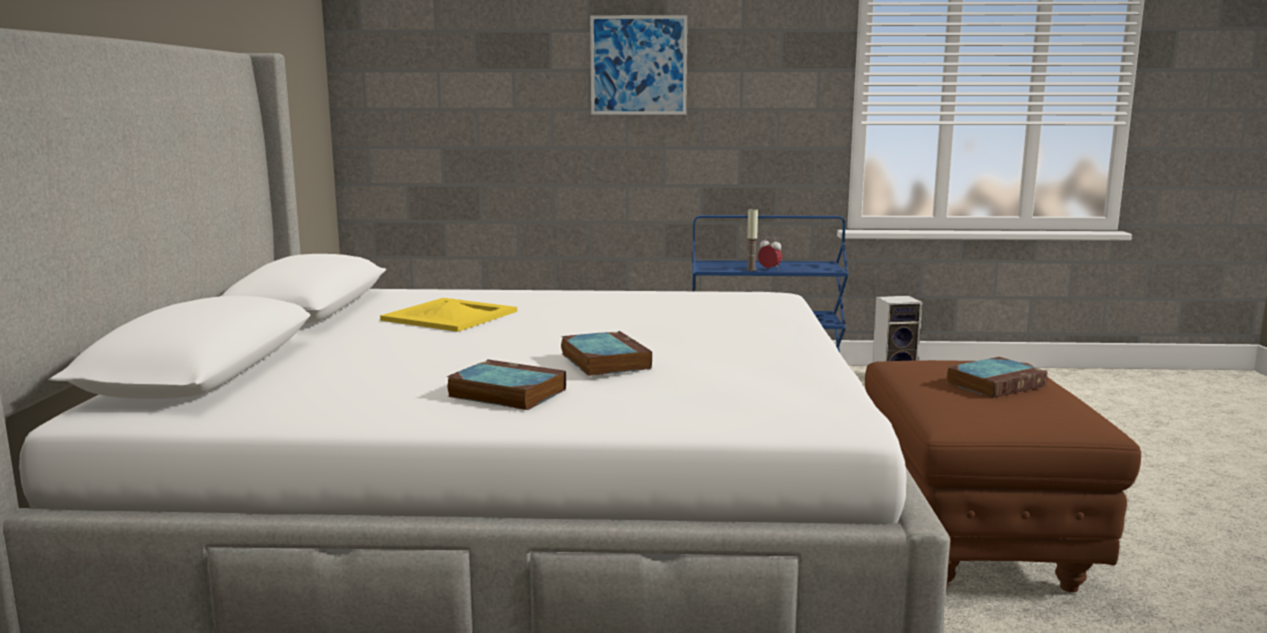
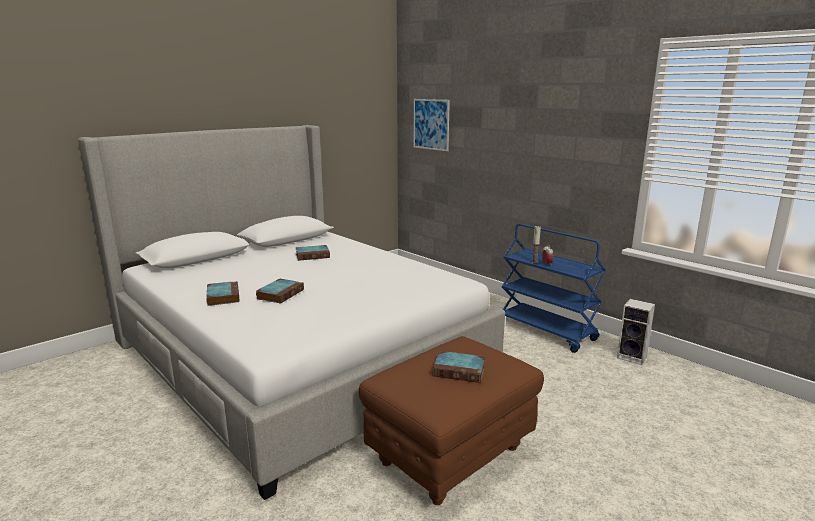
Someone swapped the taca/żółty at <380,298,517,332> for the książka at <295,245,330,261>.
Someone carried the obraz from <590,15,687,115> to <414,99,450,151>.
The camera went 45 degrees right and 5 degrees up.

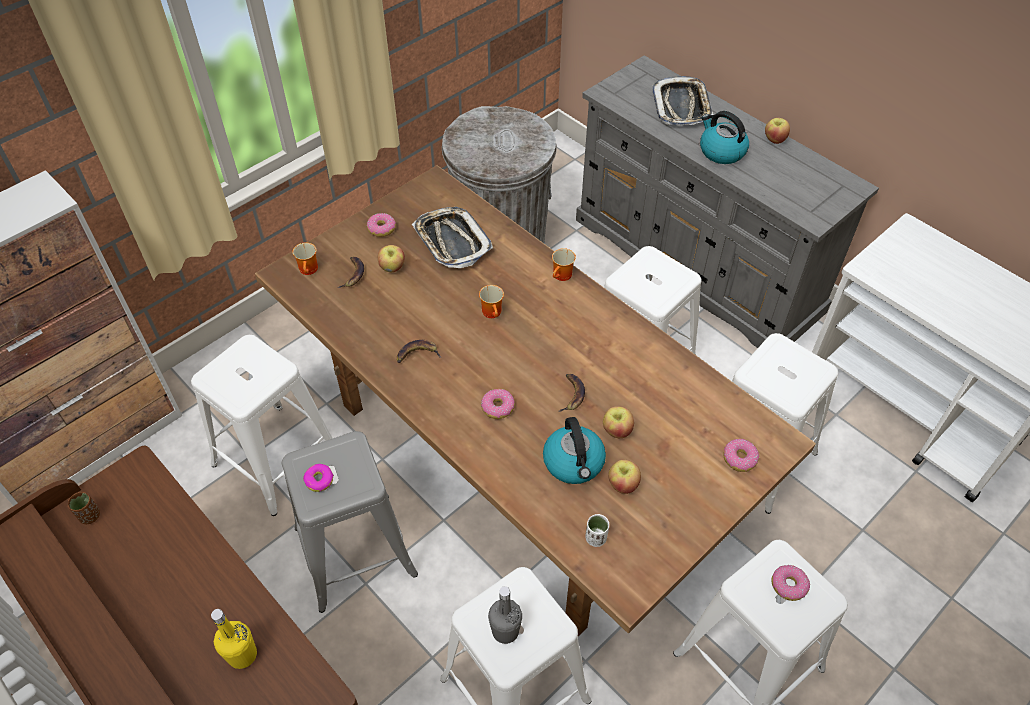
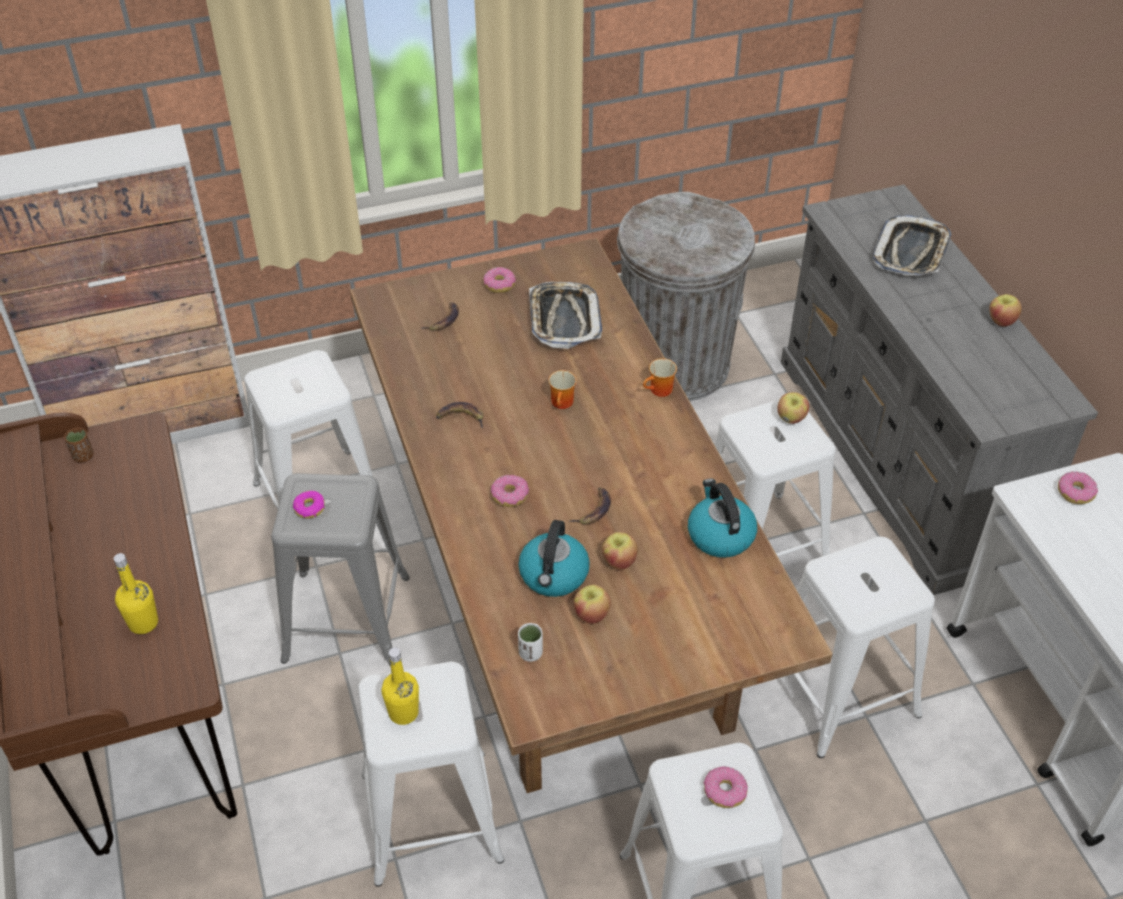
Someone took away the kubek at <292,243,318,275>.
Someone carried the jabłko from <378,245,405,272> to <777,392,809,424>.
Someone repainted the butelka/szary at <488,586,522,644>, which became the butelka/żółty at <381,647,419,725>.
Someone carried the czajnik from <700,111,749,164> to <688,479,757,558>.
Someone carried the donut from <724,439,759,472> to <1058,472,1098,504>.
The camera went 25 degrees right and 5 degrees down.

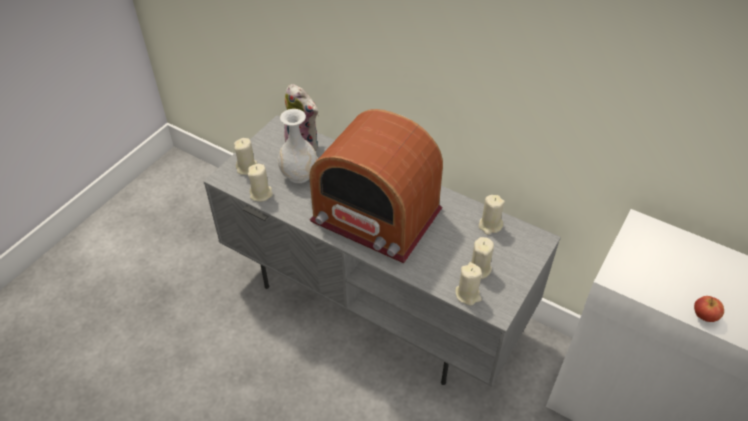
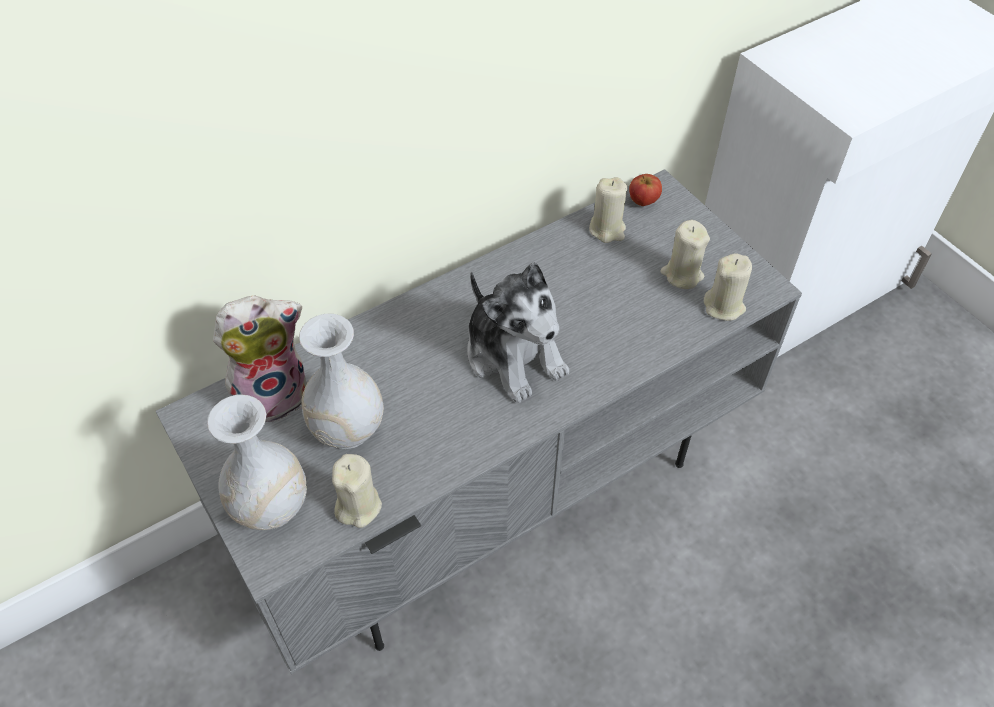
Someone swapped the świeca/beżowy at <234,138,257,175> for the wazon/biały at <207,395,307,530>.
Someone swapped the radio at <310,109,443,263> for the pluszak at <467,262,569,403>.
Someone carried the jabłko from <694,296,724,322> to <629,174,662,206>.
The camera went 65 degrees left and 5 degrees up.

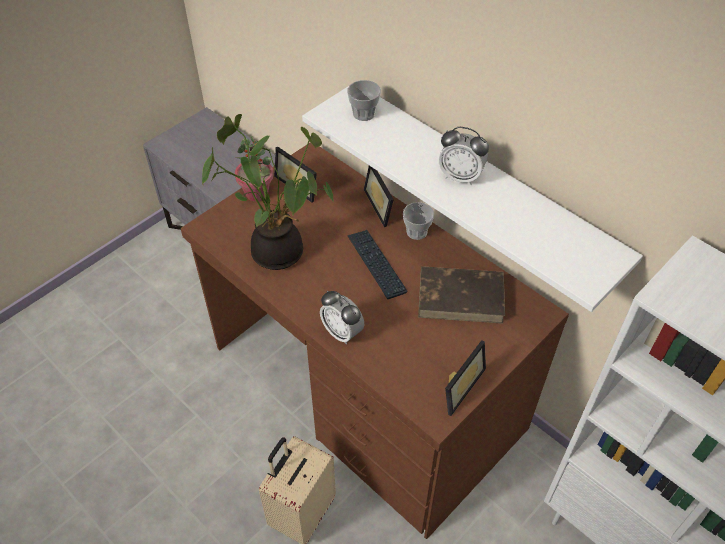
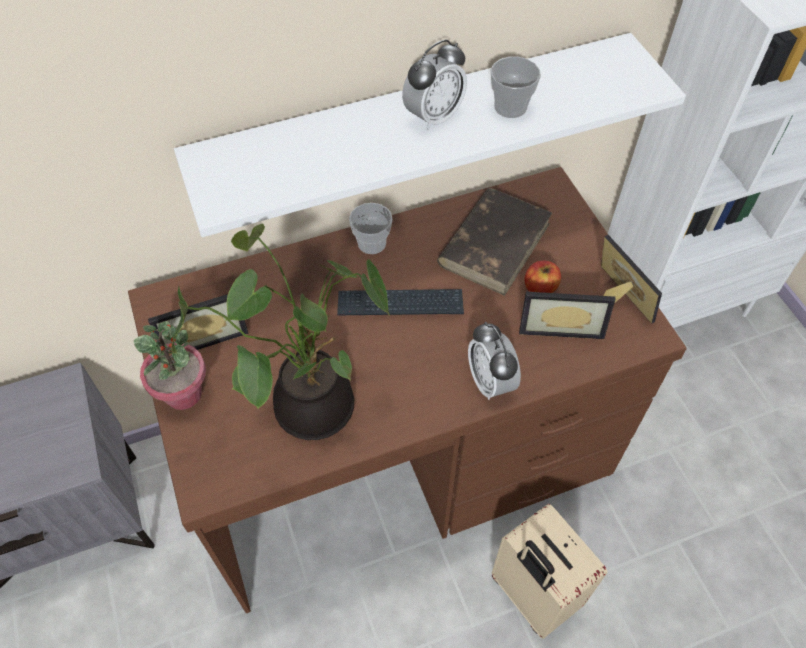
Someone rotated the budzik at <320,291,364,344> by 90 degrees clockwise.
Someone carried the filiżanka from <347,80,381,121> to <491,57,541,118>.
Someone carried the ramka na zdjęcie from <364,166,394,227> to <519,292,616,339>.
Someone put down the jabłko at <524,261,561,293>.
The camera went 65 degrees left and 5 degrees up.

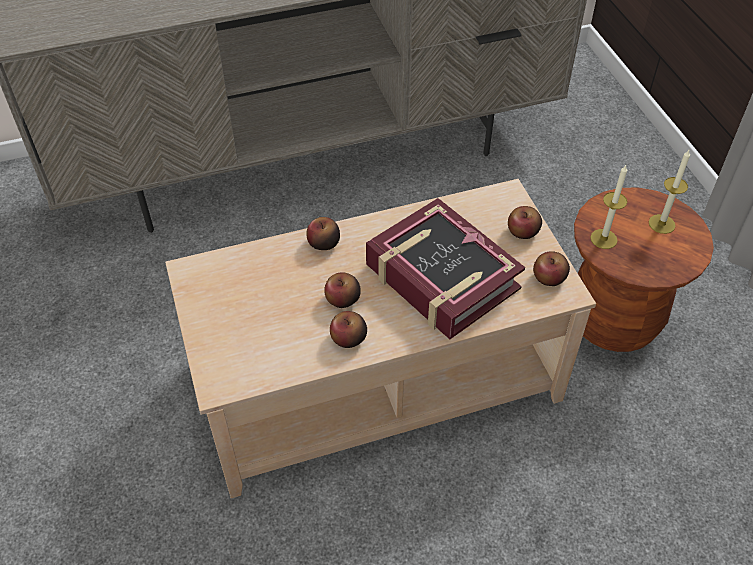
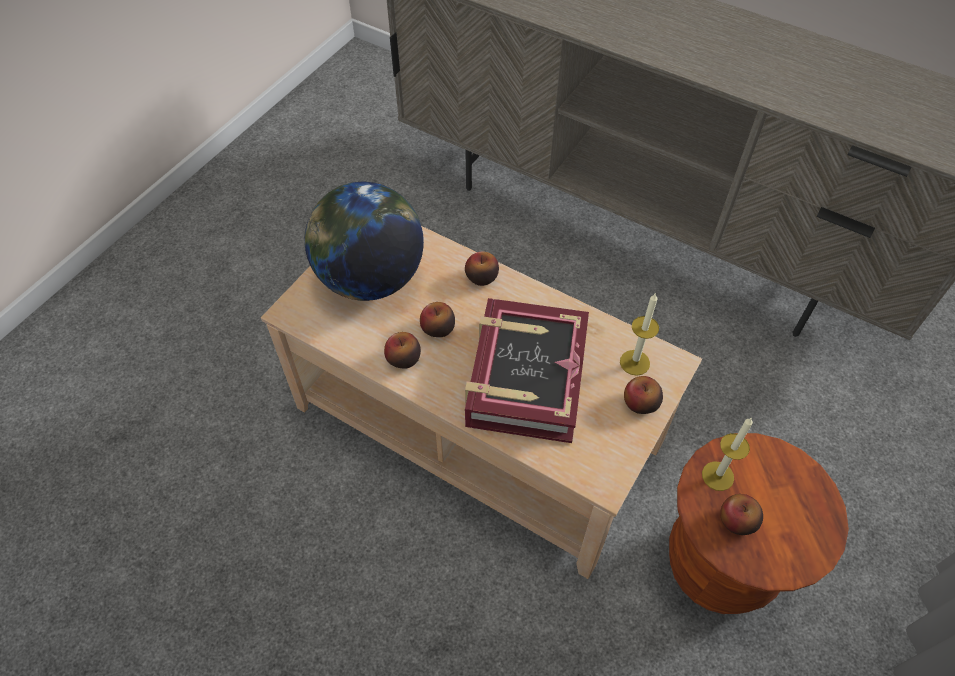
Someone carried the jabłko from <533,251,570,286> to <720,494,763,535>.
Someone carried the świeca from <649,150,690,234> to <620,293,659,376>.
Someone put down the globus at <305,182,424,301>.
The camera went 50 degrees right and 5 degrees up.

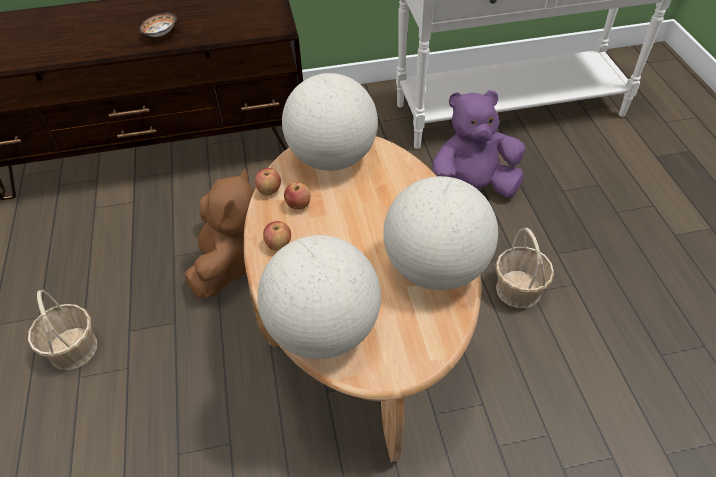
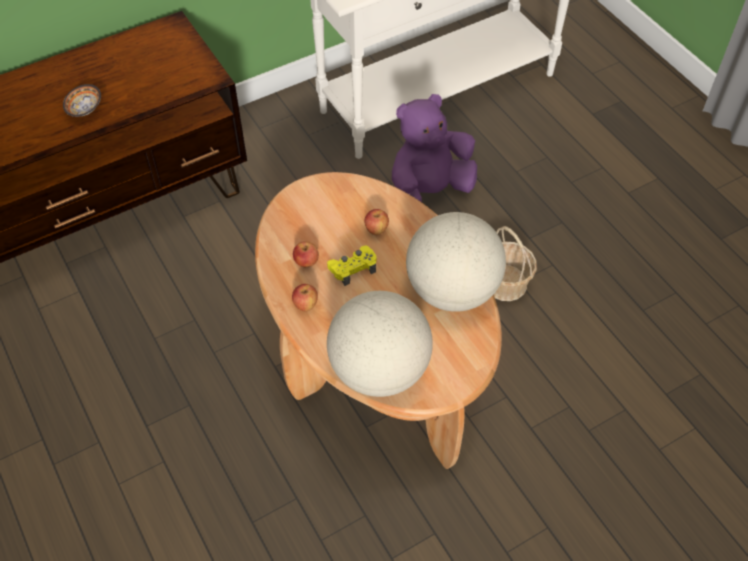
Someone took away the koszyk at <28,290,97,370>.
Someone took away the pluszak/brązowy at <185,169,254,298>.
Someone carried the jabłko from <255,168,281,196> to <364,209,389,235>.
Someone took away the globus at <282,73,378,171>.
Someone put down the pad do gier/żółty at <327,246,376,286>.
The camera went 20 degrees left and 5 degrees up.

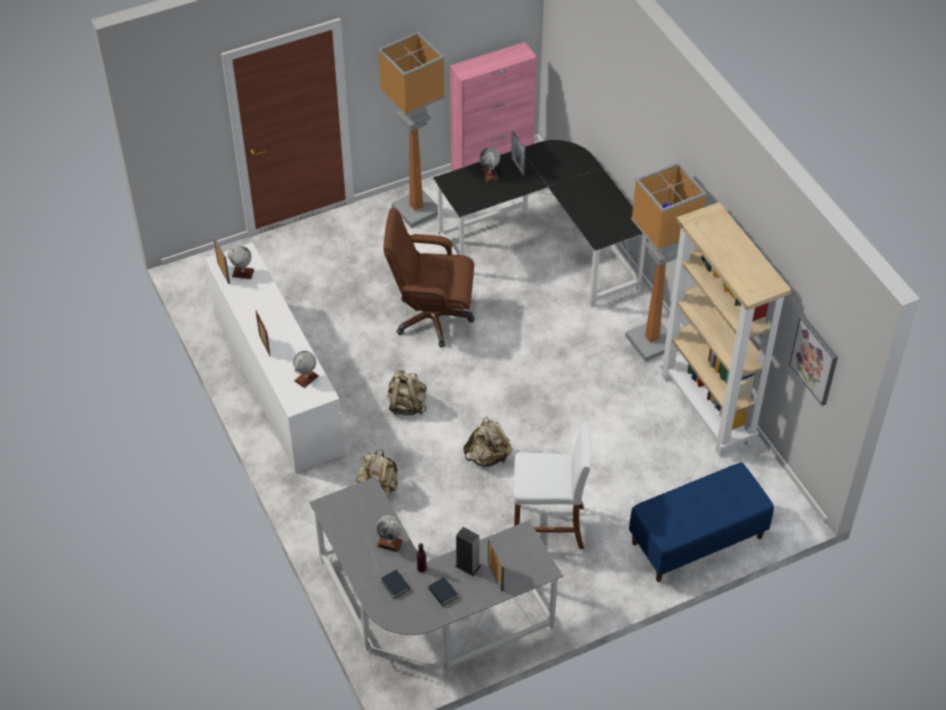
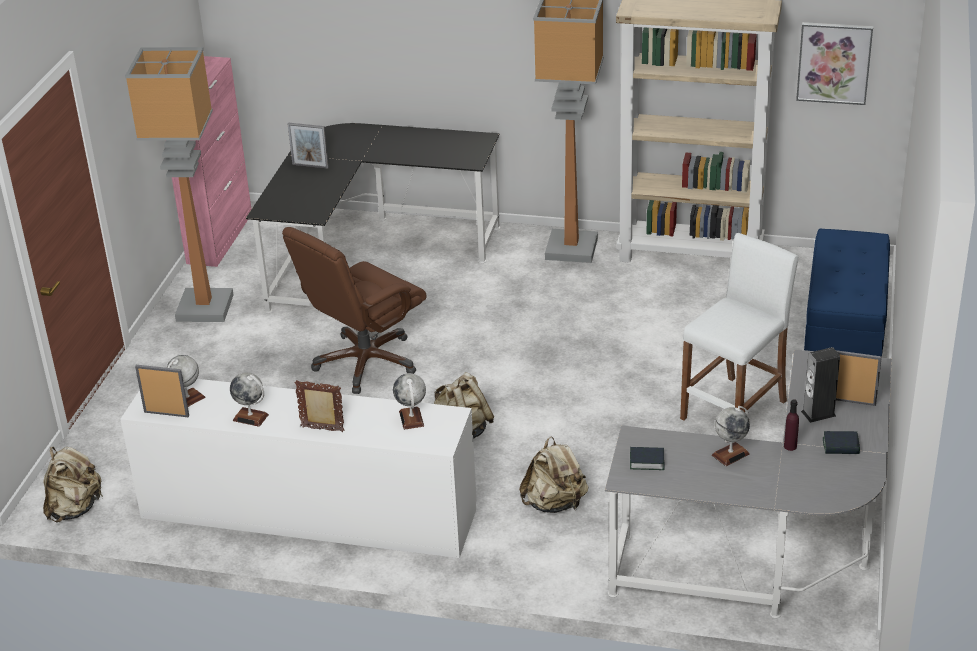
Someone carried the książka from <381,570,410,599> to <630,447,664,470>.
Someone carried the plecak/beżowy from <463,417,512,467> to <43,447,103,523>.
Someone carried the globus from <480,147,500,182> to <230,372,269,427>.
The camera went 50 degrees left and 15 degrees down.

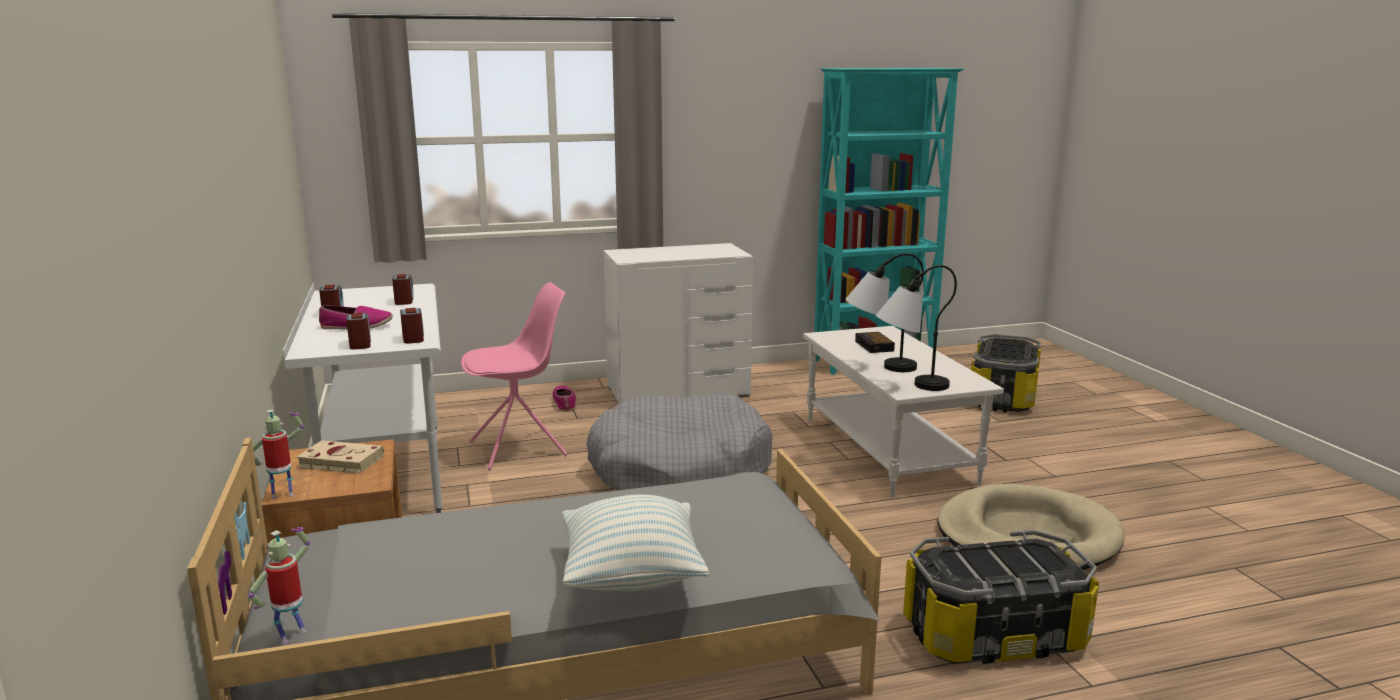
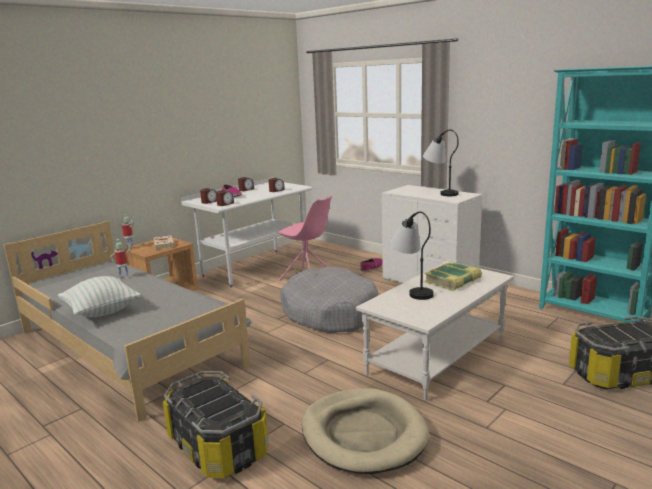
Someone carried the robot zabawkowy from <248,527,310,643> to <110,239,132,278>.
Someone swapped the budzik at <855,332,895,353> for the książka at <424,262,482,291>.
Someone carried the lampa stołowa from <876,265,957,391> to <423,130,459,196>.
The camera went 60 degrees right and 0 degrees up.

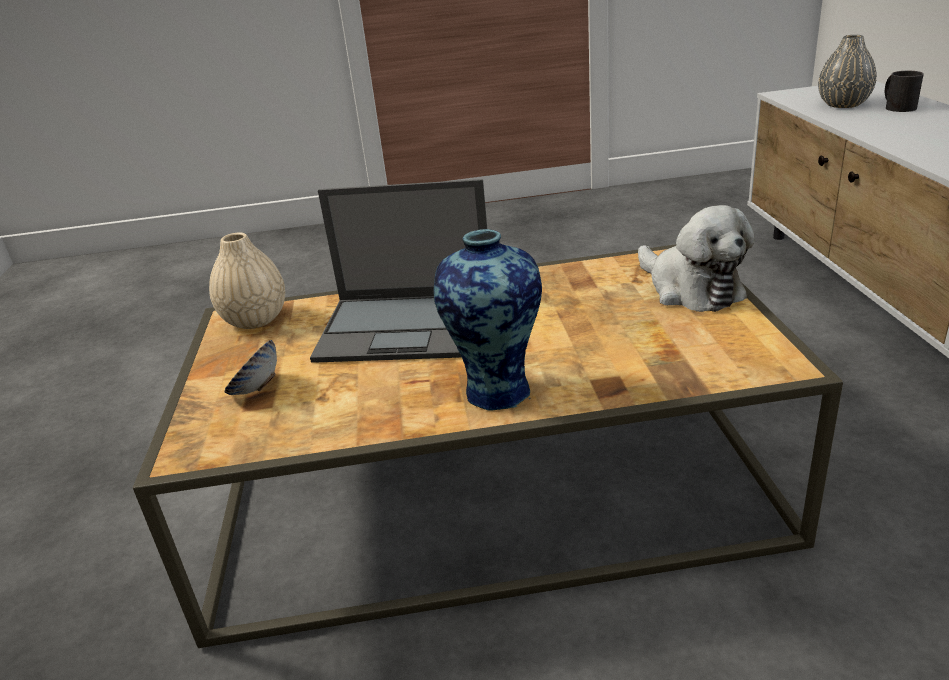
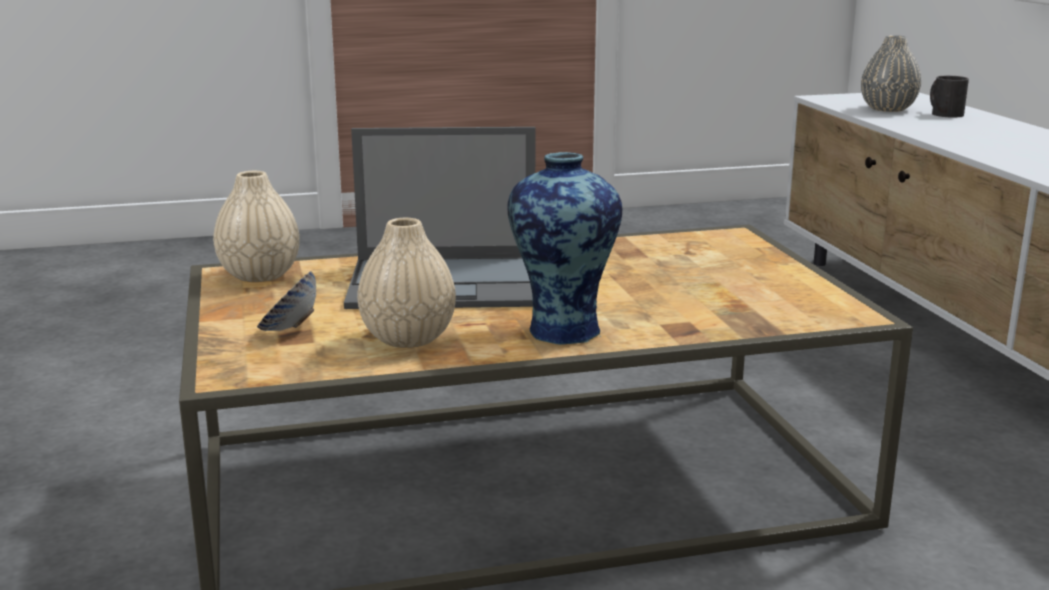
Someone took away the pluszak at <638,205,755,312>.
Someone put down the wazon/beżowy at <357,218,456,348>.
The camera went 10 degrees left and 10 degrees down.

